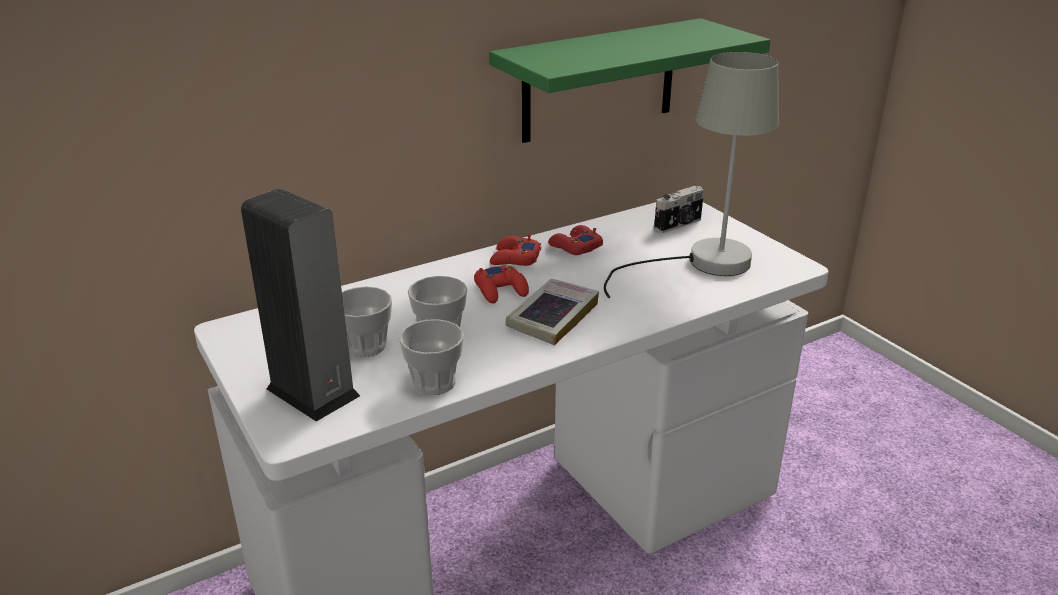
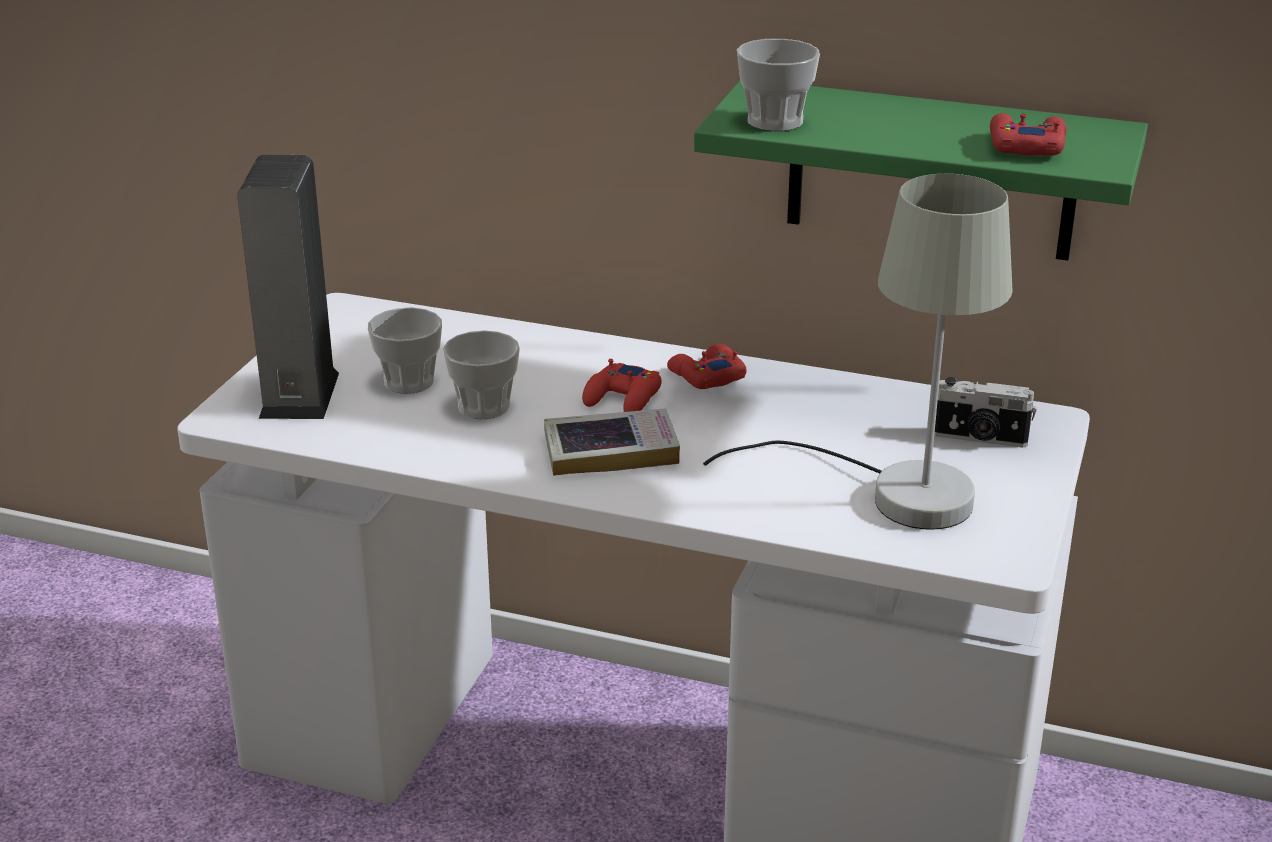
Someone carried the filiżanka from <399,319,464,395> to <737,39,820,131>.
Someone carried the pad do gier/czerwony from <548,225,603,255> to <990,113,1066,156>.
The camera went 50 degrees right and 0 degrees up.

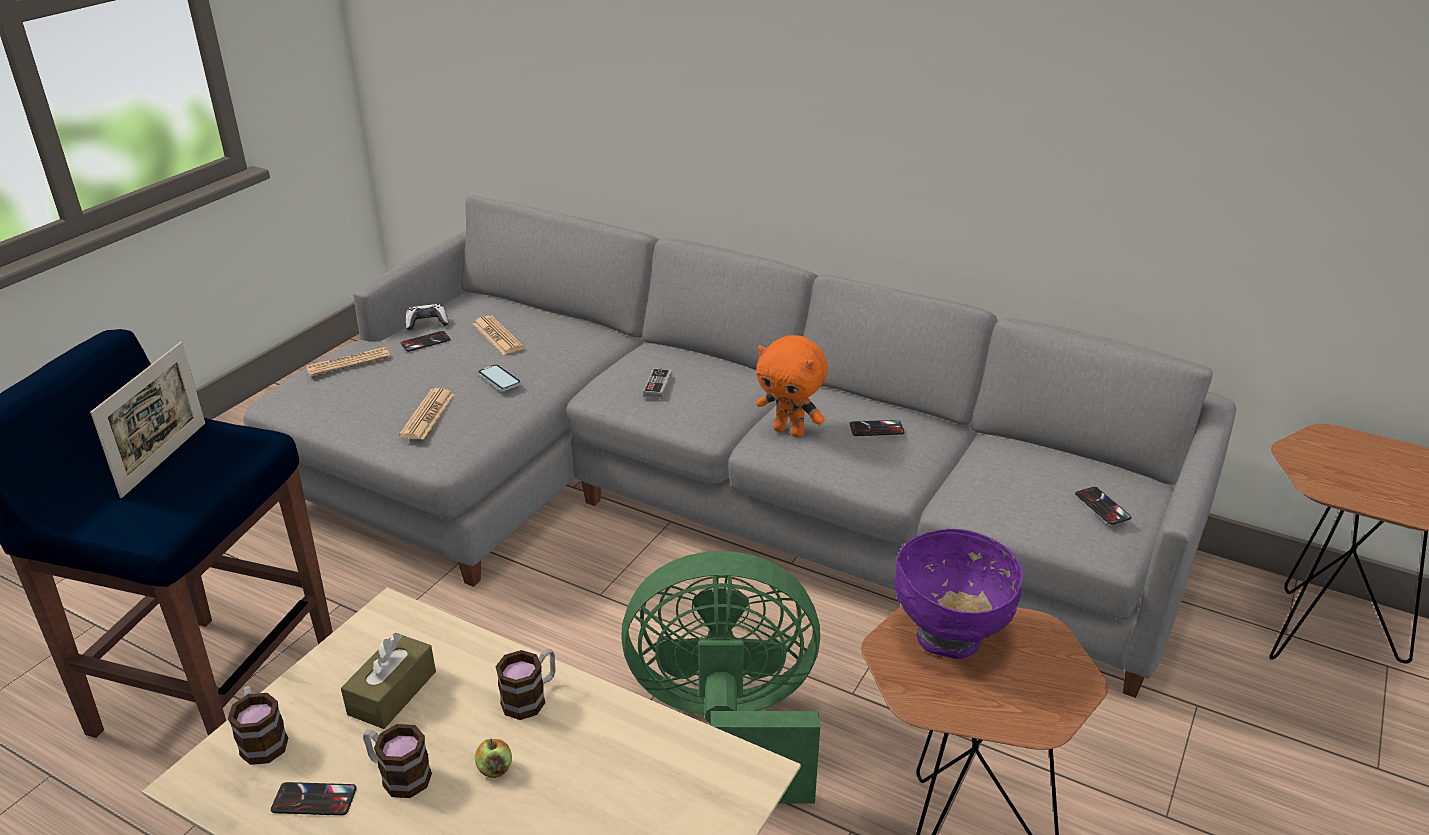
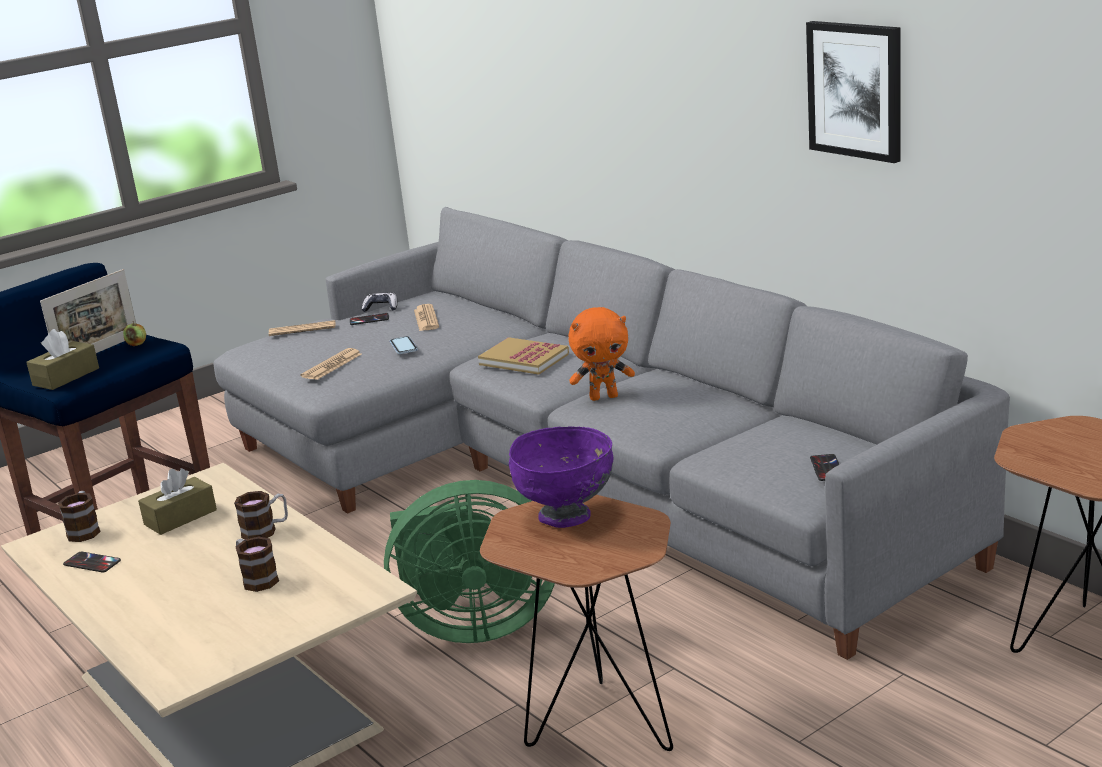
Someone carried the kubek from <363,724,432,798> to <236,537,279,592>.
Someone carried the jabłko from <475,739,512,778> to <123,321,146,346>.
Someone rotated the wentylator/zielony at <621,551,820,803> by 150 degrees clockwise.
Someone swapped the pad do gier at <643,368,672,399> for the książka at <478,337,569,375>.
Someone rotated the pluszak/pomarańczowy at <756,335,828,438> by 60 degrees counterclockwise.
Someone took away the telefon at <850,420,904,436>.
Someone put down the pudełko chusteczek/brązowy at <26,329,99,390>.
Someone put up the obraz at <806,21,901,163>.
The camera went 25 degrees right and 10 degrees down.

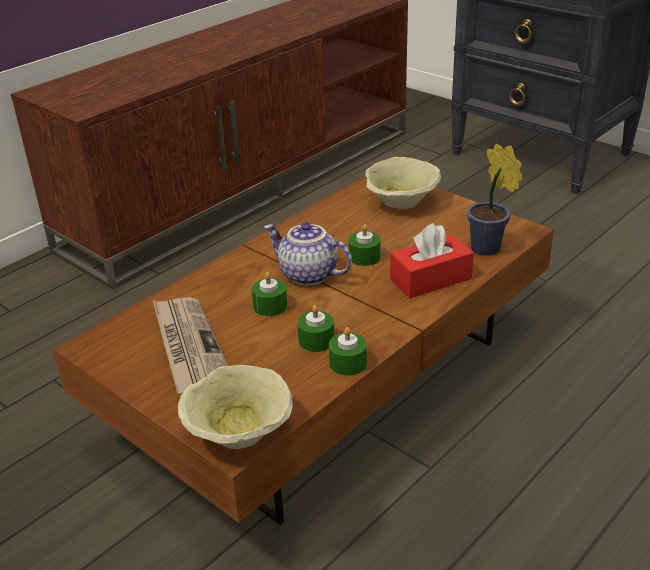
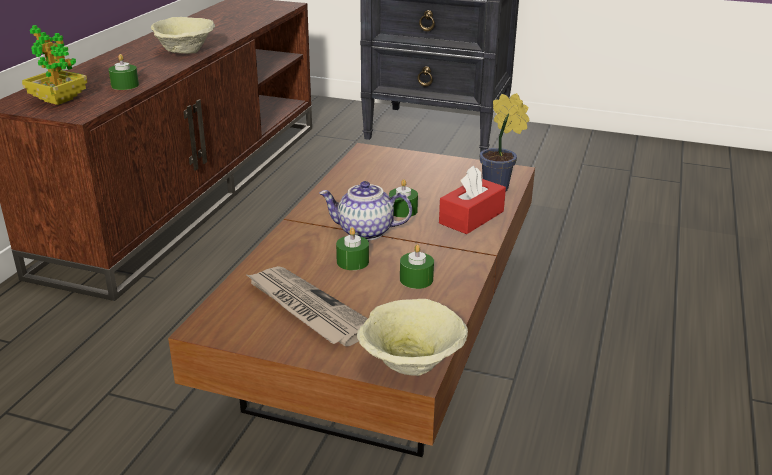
Someone carried the świeca/zielony from <329,327,367,376> to <108,54,139,90>.
Someone carried the miska/beżowy from <365,157,441,209> to <151,17,215,54>.
Someone put down the roślina doniczkowa at <22,25,87,105>.
The camera went 25 degrees left and 5 degrees down.

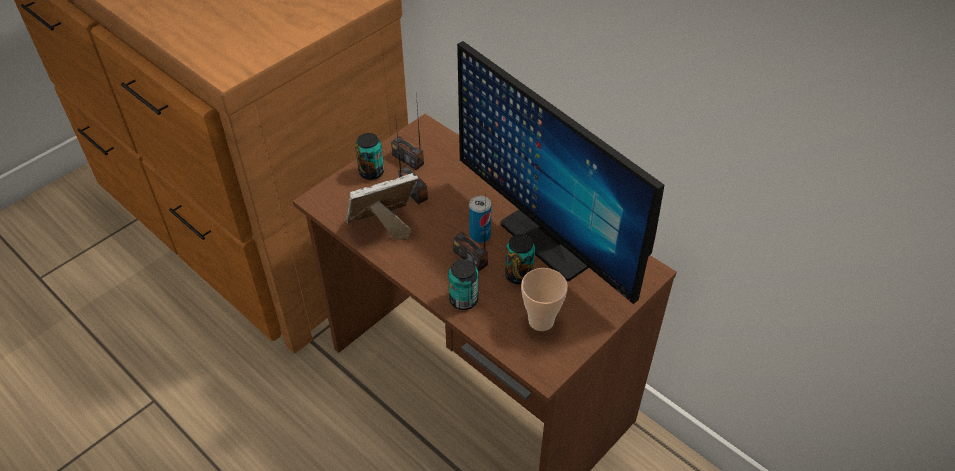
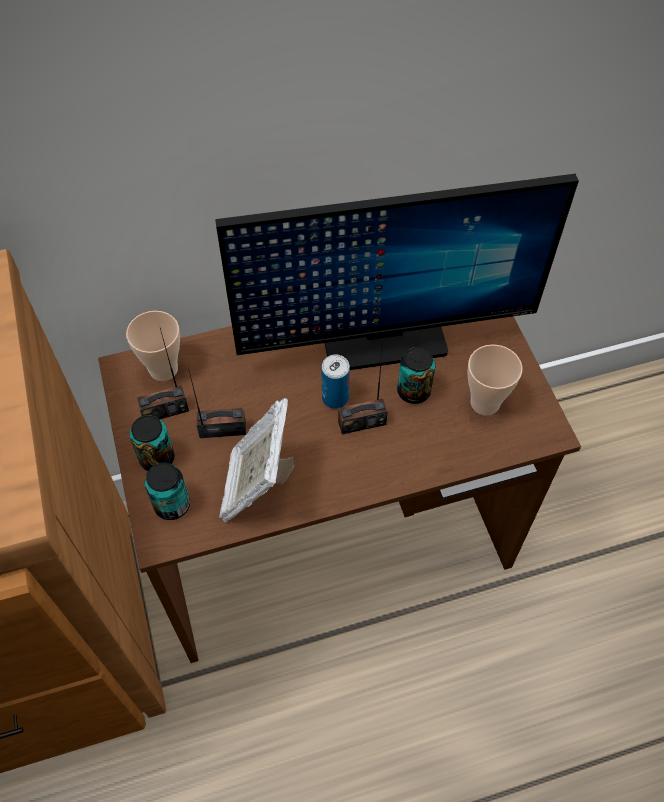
Someone carried the puszka from <448,259,478,310> to <145,463,190,520>.
Someone put down the filiżanka at <126,311,180,381>.
The camera went 60 degrees left and 10 degrees up.

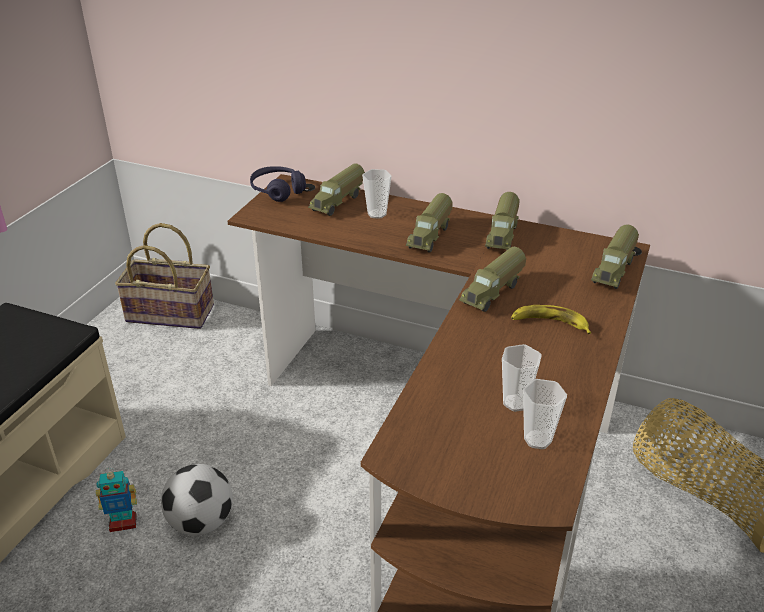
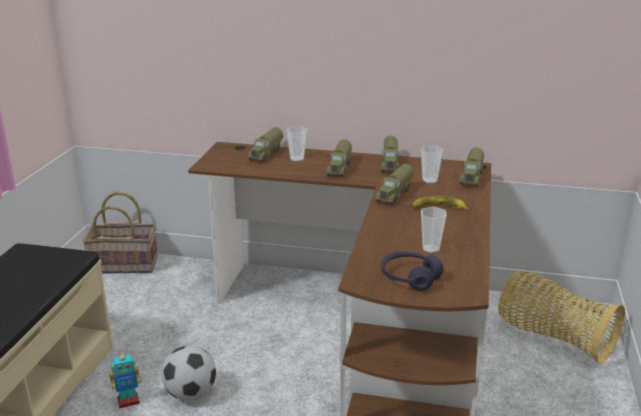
Someone carried the słuchawki/fioletowy from <250,166,306,202> to <381,252,443,291>.
Someone carried the filiżanka from <523,379,567,449> to <421,146,443,184>.
The camera went 10 degrees left and 10 degrees down.

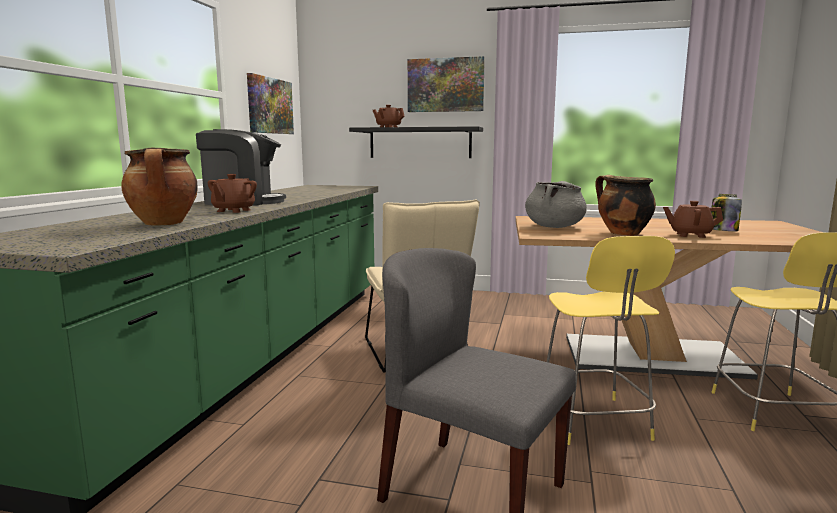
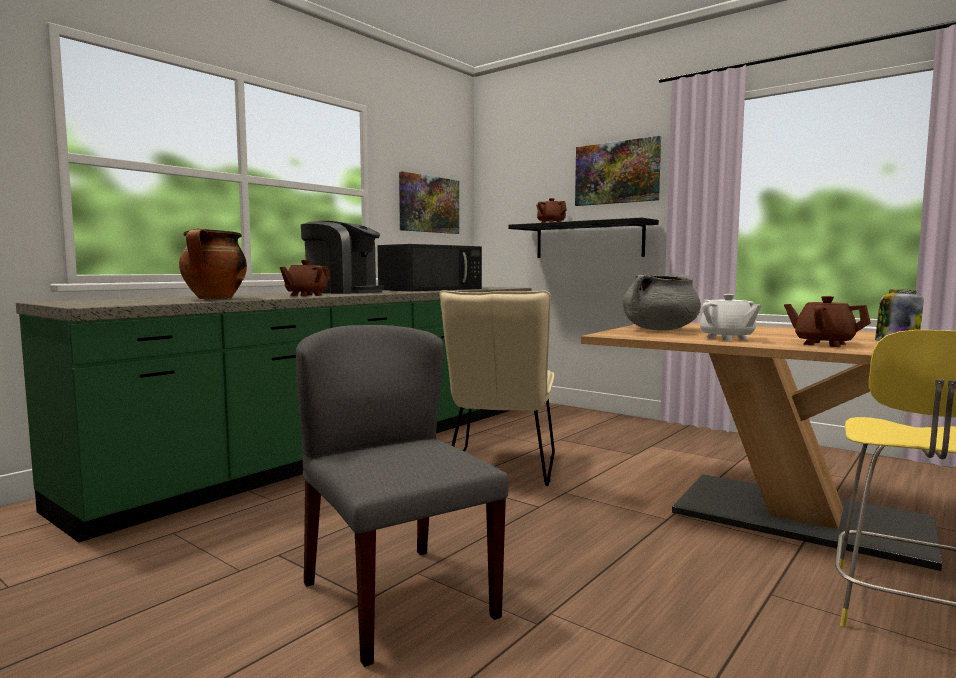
Someone took away the stołek/żółty at <547,236,675,445>.
Someone swapped the garnek at <595,175,656,236> for the imbryk/biały at <700,294,761,341>.
Someone put down the mikrofalówka/czarny at <377,244,482,291>.
The camera went 25 degrees right and 5 degrees down.

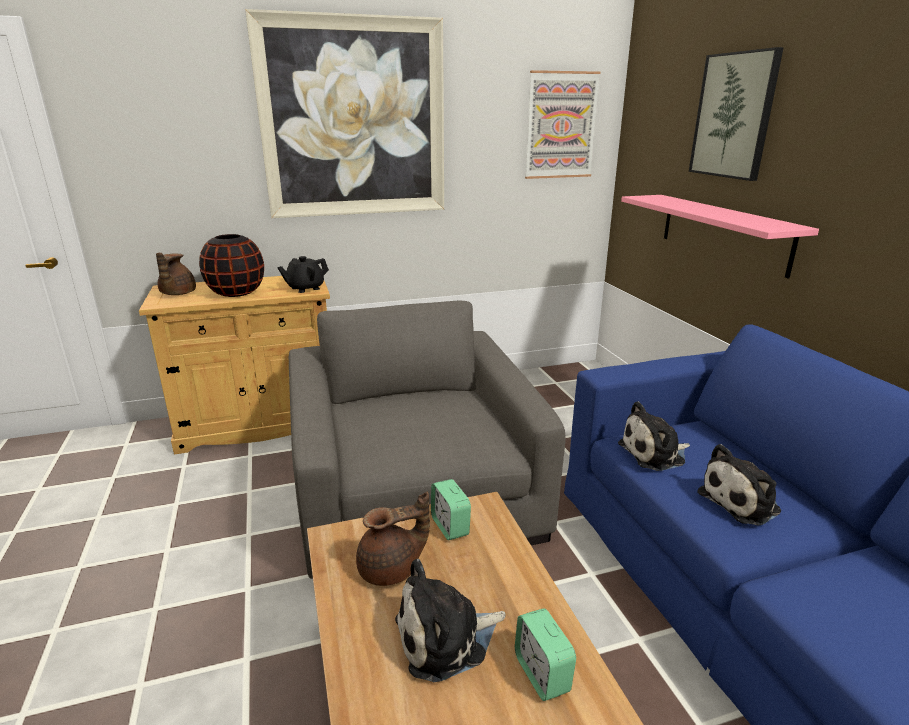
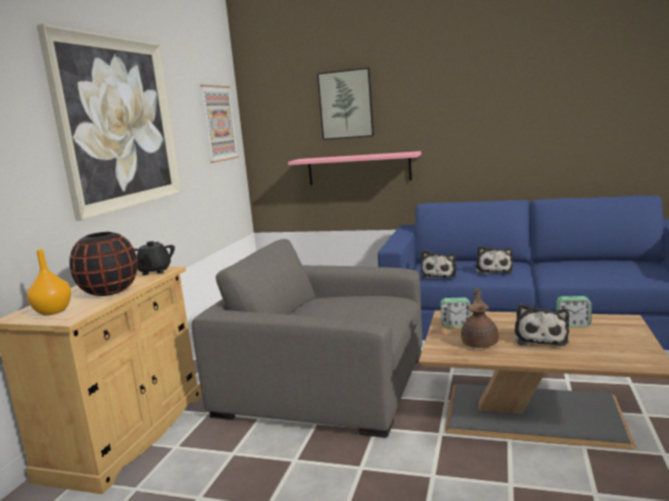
Someone swapped the imbryk/brązowy at <156,253,196,295> for the wazon/pomarańczowy at <27,249,71,315>.
The camera went 55 degrees left and 10 degrees down.

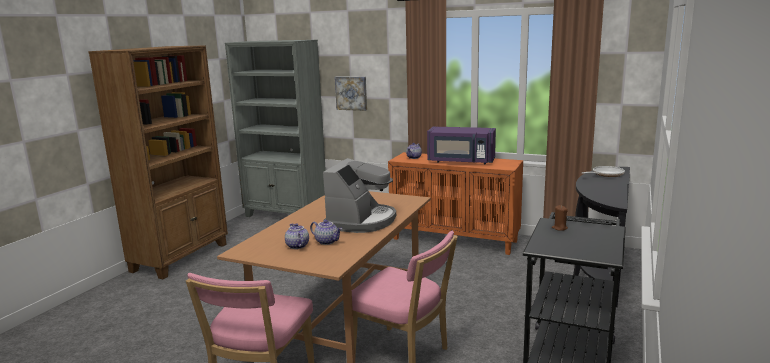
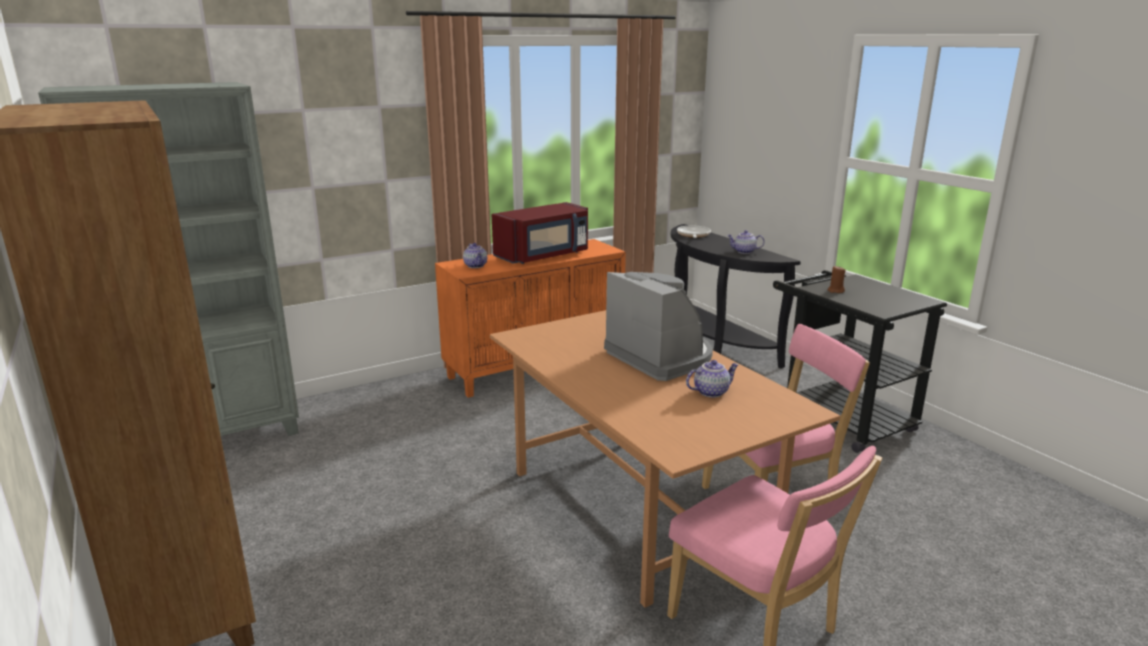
Someone carried the imbryk from <285,223,309,249> to <727,230,765,254>.
Someone took away the obraz at <335,77,367,111>.
Someone repainted the mikrofalówka/fioletowy at <427,127,496,164>, which became the mikrofalówka/czerwony at <492,202,588,264>.
The camera went 55 degrees left and 5 degrees up.

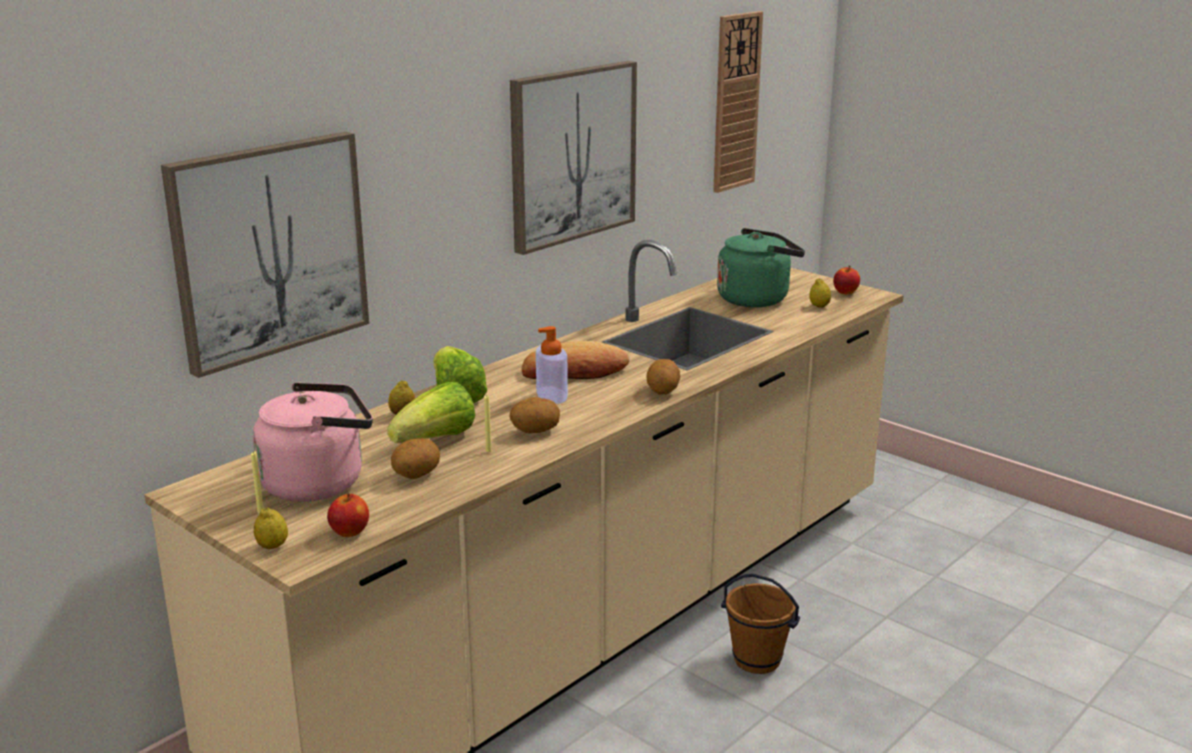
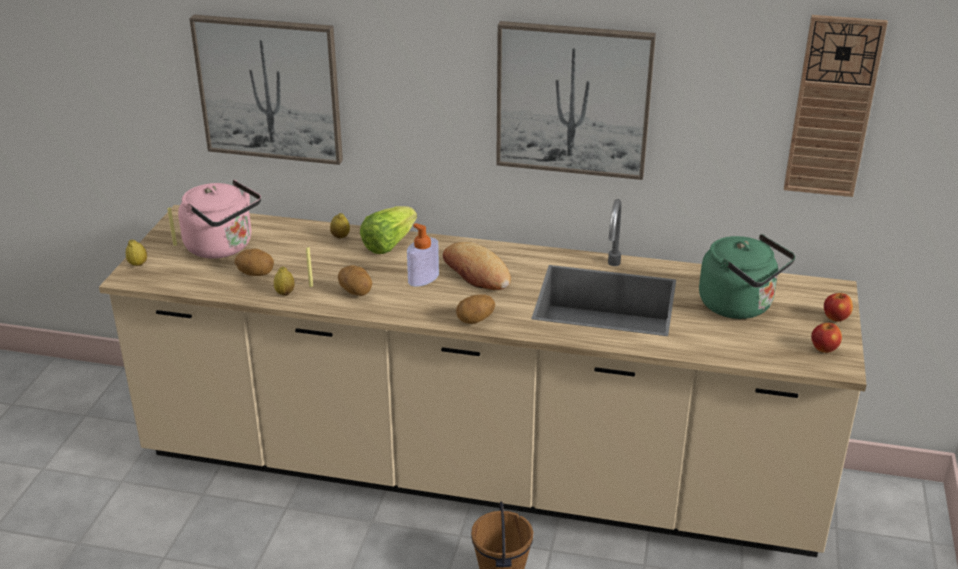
Someone carried the jabłko from <327,493,369,537> to <824,293,853,322>.
Someone took away the sałata at <387,382,475,443>.
Someone carried the cytryna from <809,279,831,308> to <274,267,295,296>.
The camera went 60 degrees right and 10 degrees up.

